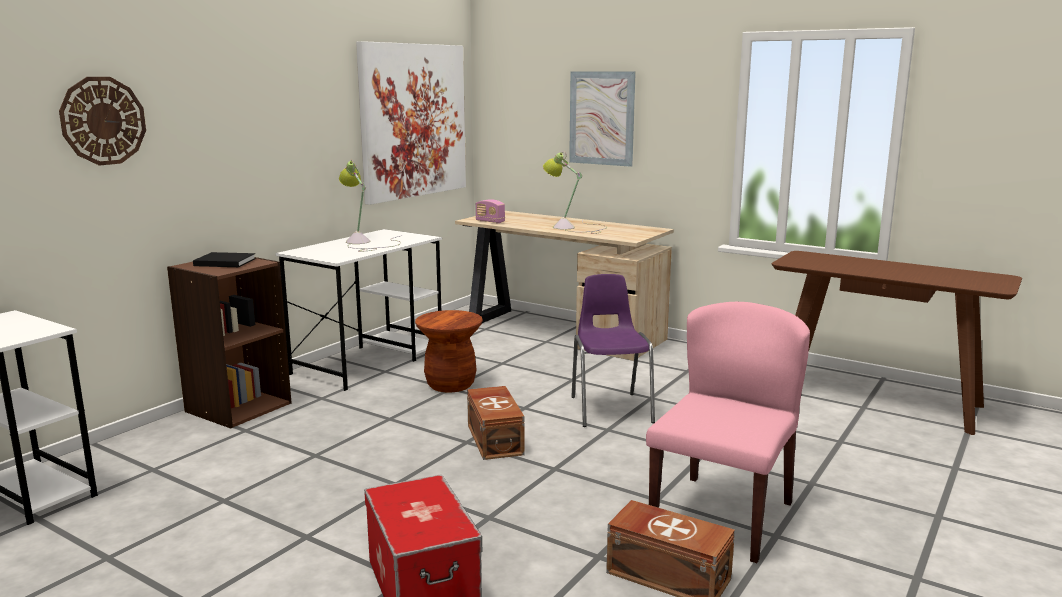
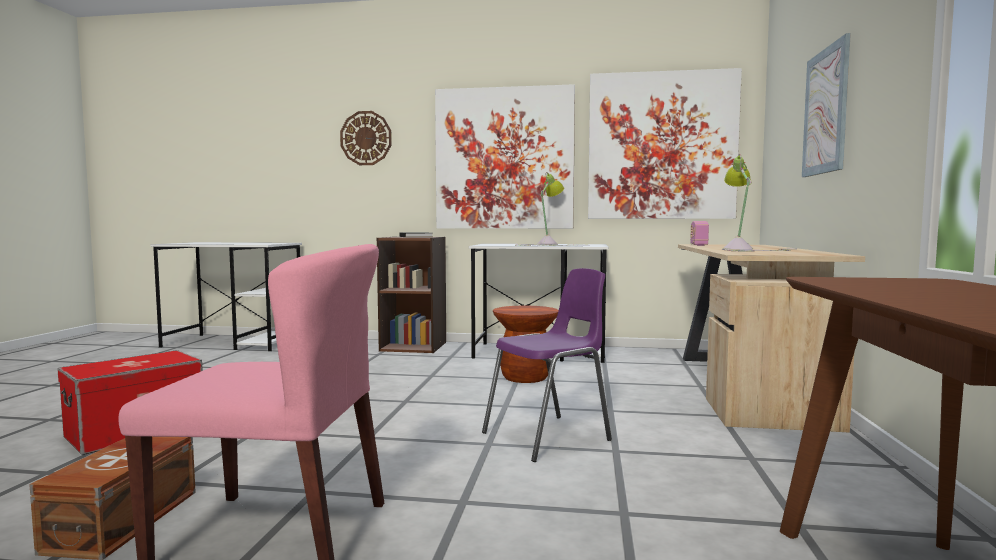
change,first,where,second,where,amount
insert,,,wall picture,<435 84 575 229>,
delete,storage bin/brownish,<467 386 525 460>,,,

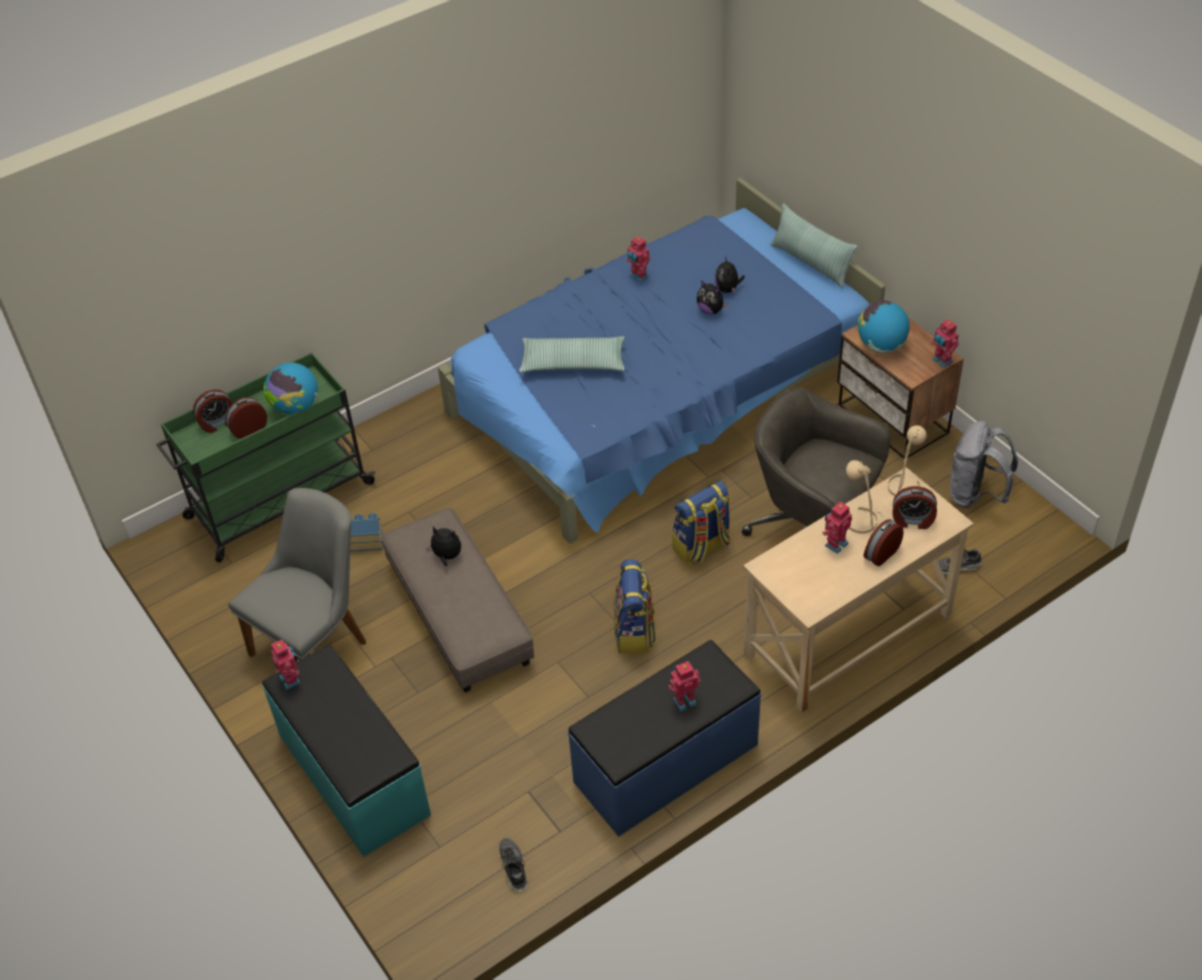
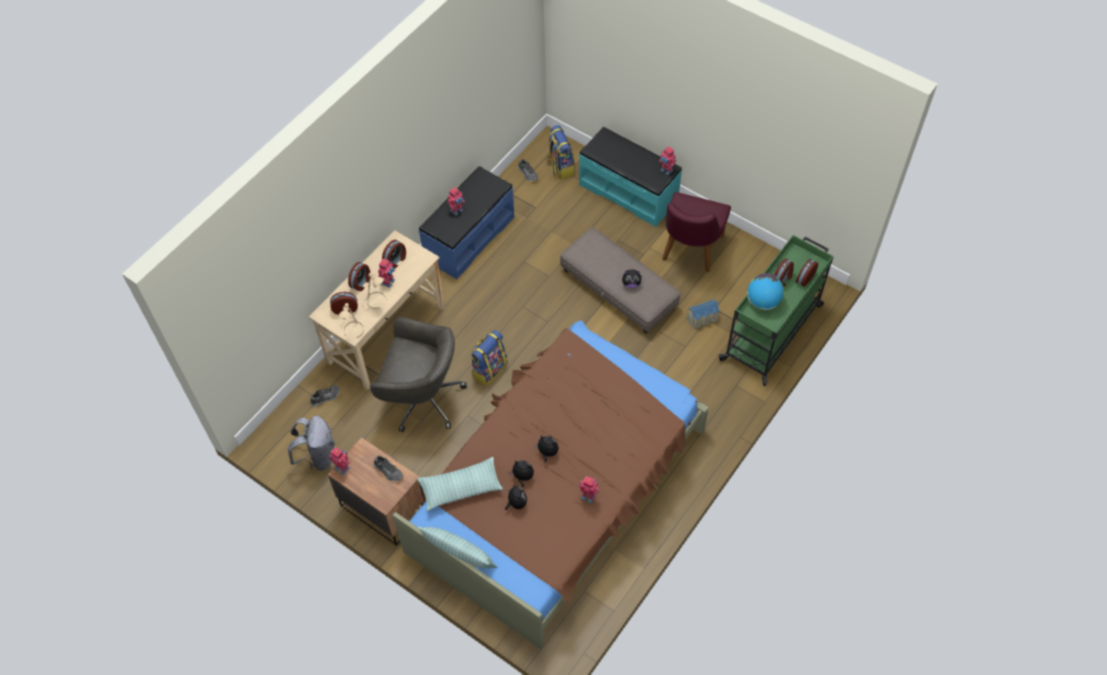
change,first,where,second,where,amount
replace,desk globe,<858 300 910 353>,low shoe,<374 455 403 481>,
insert,,,alarm clock,<382 240 406 269>,
recolor,bedroom bed/bluish,<438 178 885 544>,bedroom bed/brownish,<393 321 709 649>,
move,pillow,<519 336 625 372>,,<417 457 503 511>,
insert,,,plush toy,<534 435 559 462>,
move,rucksack,<613 559 656 654>,,<547 125 575 180>,
recolor,chair/gray,<228 488 366 660>,chair/purple-coloured,<662 192 731 272>,

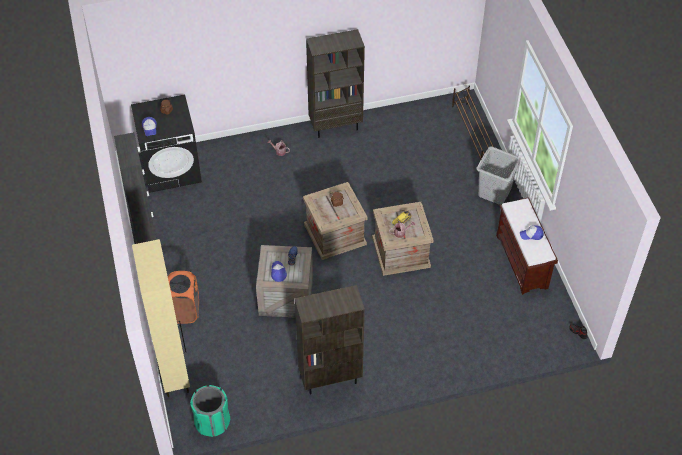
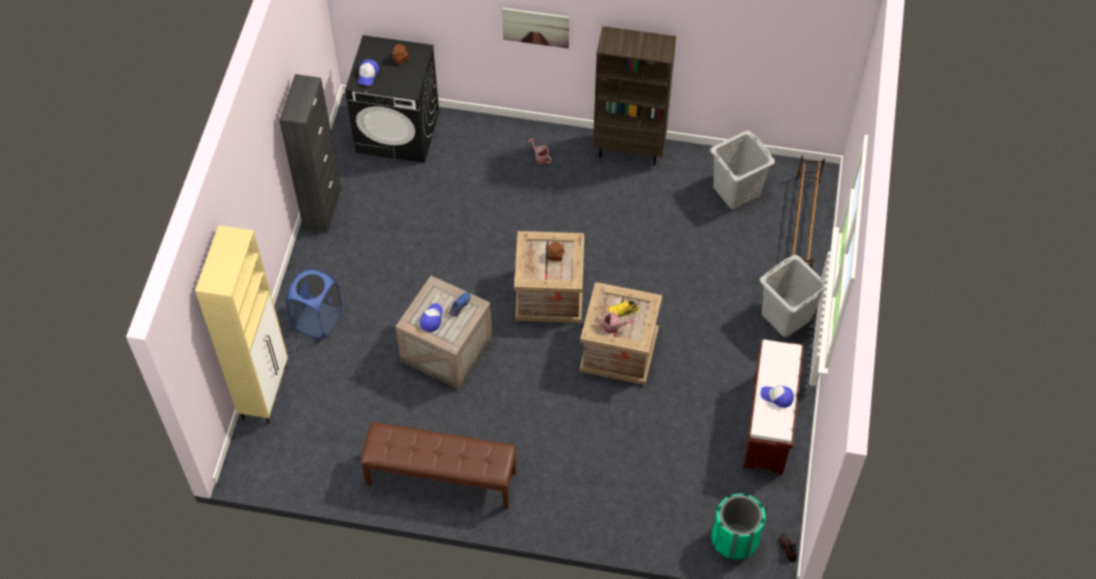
change,first,where,second,where,amount
recolor,hamper/orange,<168 271 199 324>,hamper/bluish,<286 268 342 339>,
replace,bookshelf/brownish,<295 285 365 394>,long seat/brownish,<360 422 517 509>,
insert,,,wall picture,<502 8 569 49>,
insert,,,hamper/gray,<710 131 775 209>,
move,waste bin/green,<190 385 230 437>,,<712 494 766 560>,

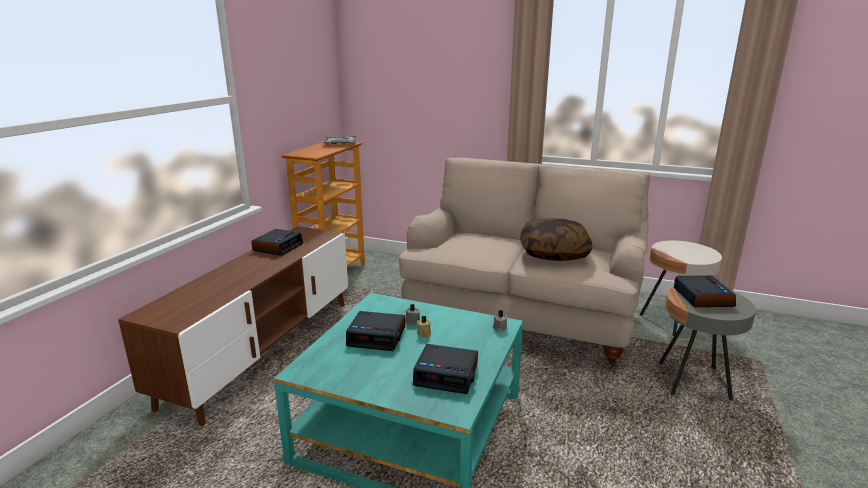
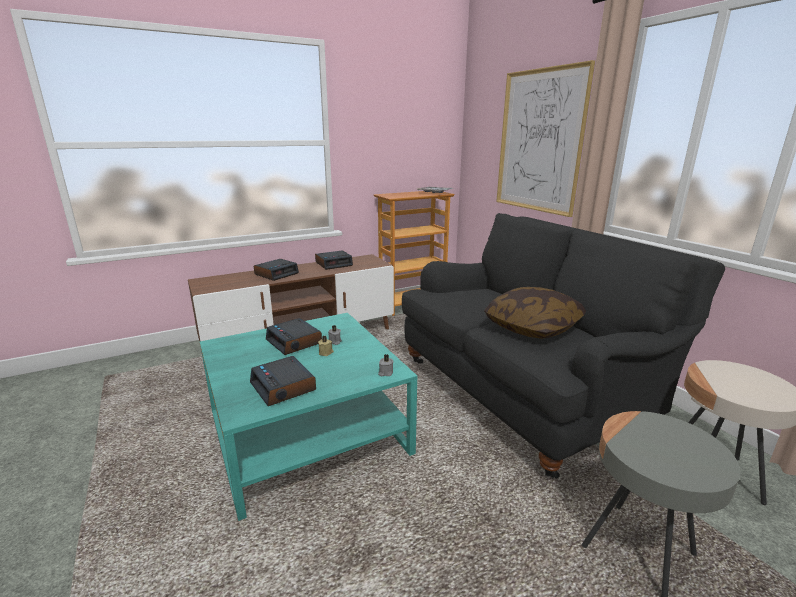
change,first,where,second,where,amount
move,alarm clock,<674 275 736 307>,,<254 259 299 281>,
recolor,sofa/sand-coloured,<399 158 650 366>,sofa/black-coloured,<402 213 725 479>,
insert,,,wall picture,<496 60 595 217>,

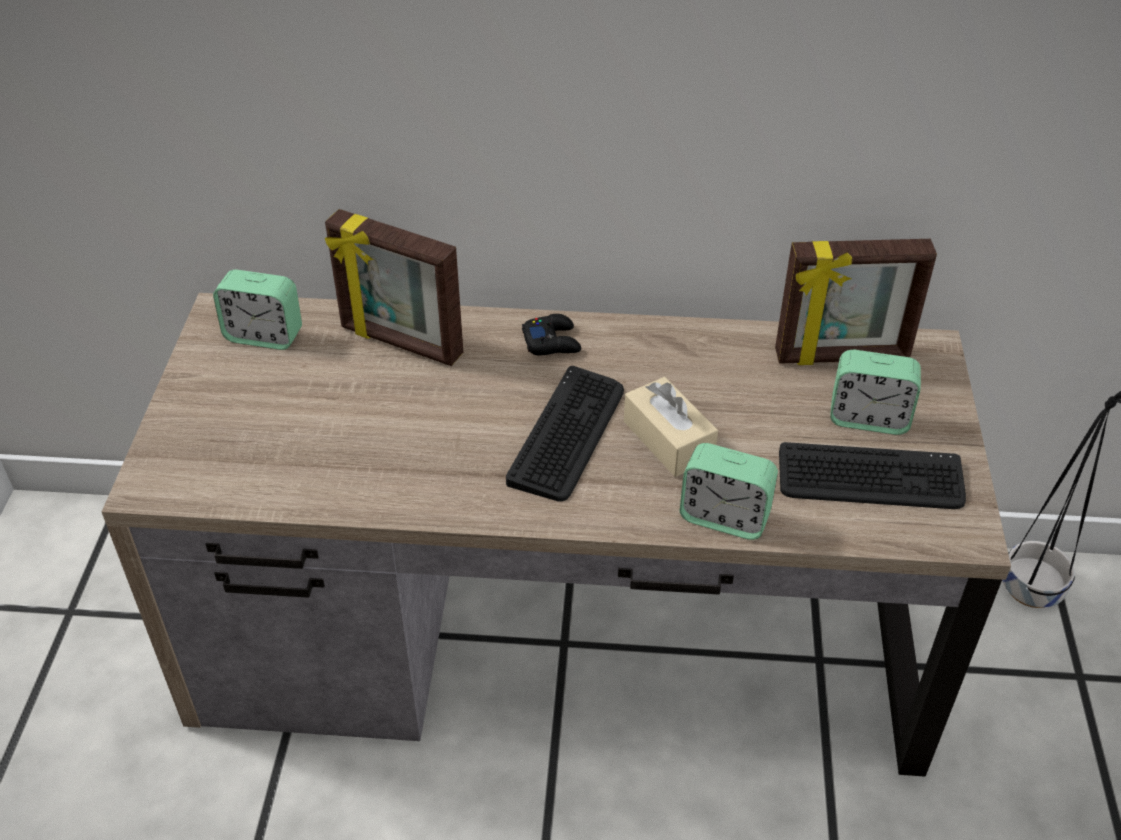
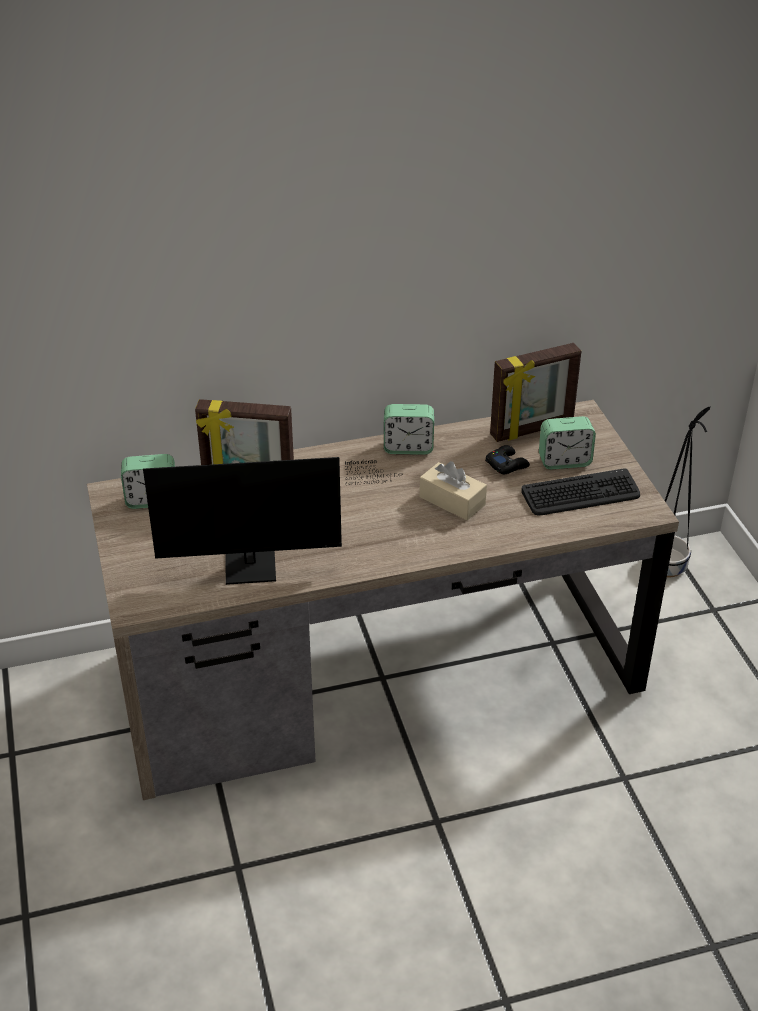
change,first,where,second,where,amount
insert,,,computer display,<143 457 403 585>,
move,alarm clock,<680 443 778 540>,,<384 404 434 455>,
move,joypad/black-coloured,<522 314 581 355>,,<485 445 530 474>,
delete,PC keyboard,<506 366 624 501>,,,

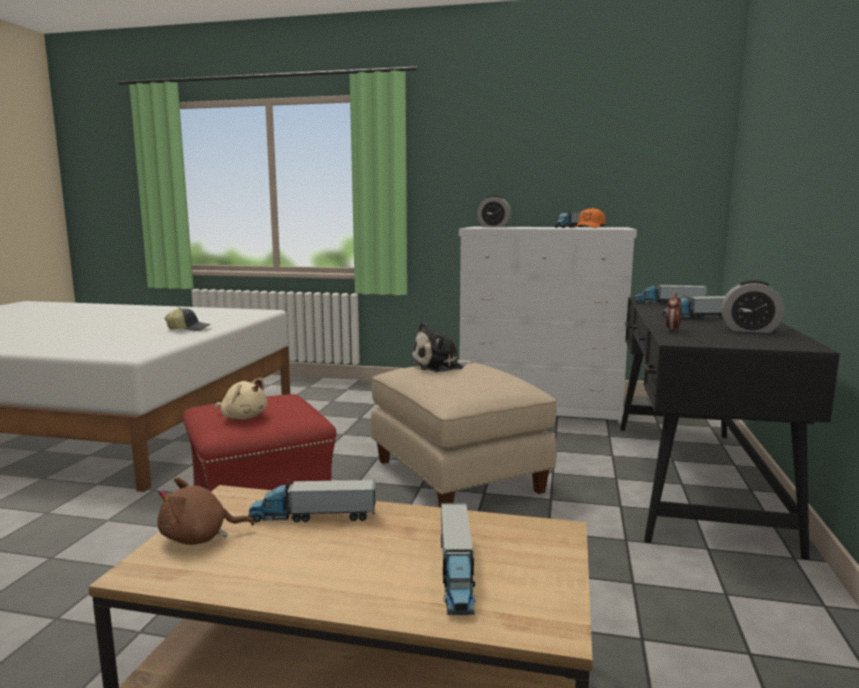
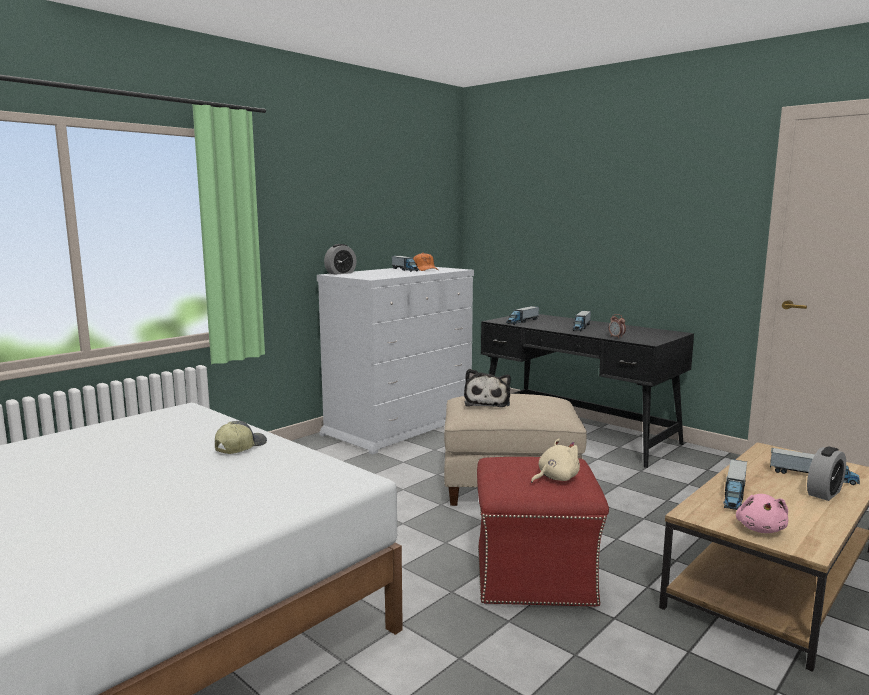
change,first,where,second,where,amount
recolor,plush toy/brownish,<157 478 254 545>,plush toy/pink-coloured,<736 494 788 533>,
move,alarm clock,<721 280 784 333>,,<807 446 846 501>,

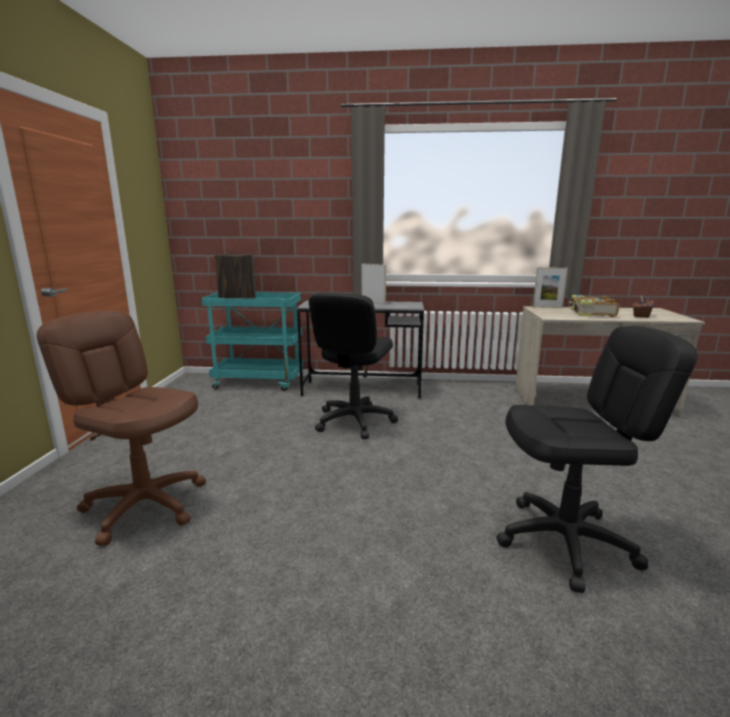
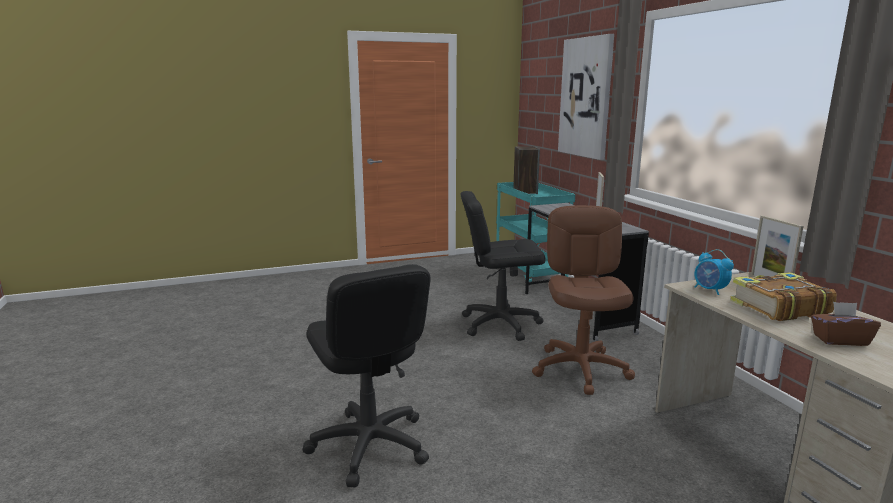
change,first,where,second,where,amount
move,desk chair/brownish,<37 310 206 546>,,<532 205 635 395>,
insert,,,wall picture,<558 34 614 160>,
insert,,,alarm clock,<695 249 734 295>,

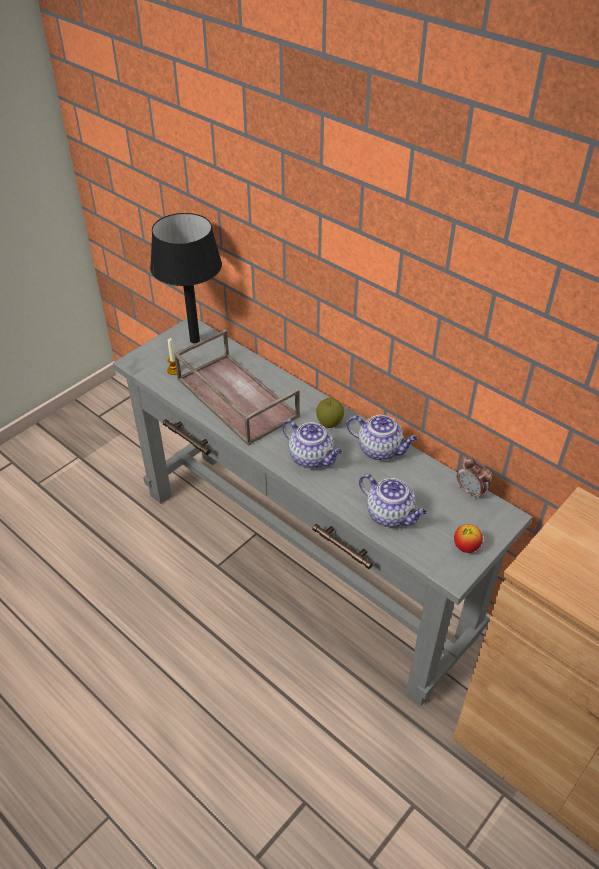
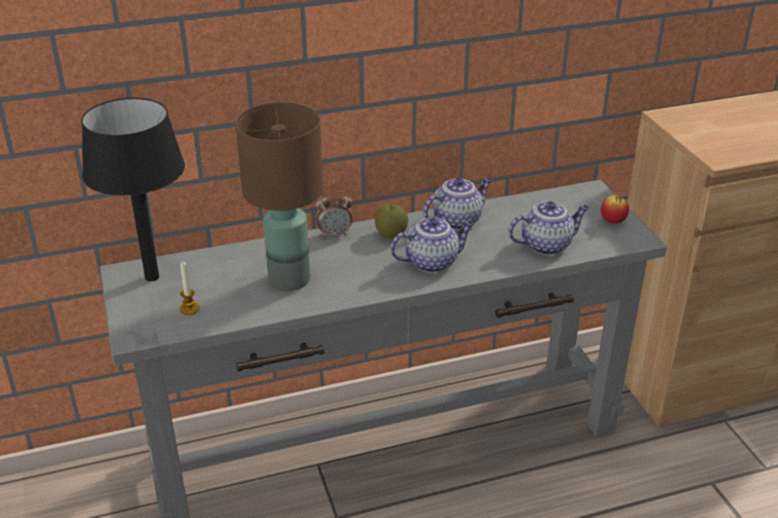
change,first,where,second,where,amount
replace,tray/brownish,<174 330 300 446>,tabletop lamp/brownish,<235 102 323 291>,
move,alarm clock,<457 457 492 500>,,<315 191 352 239>,

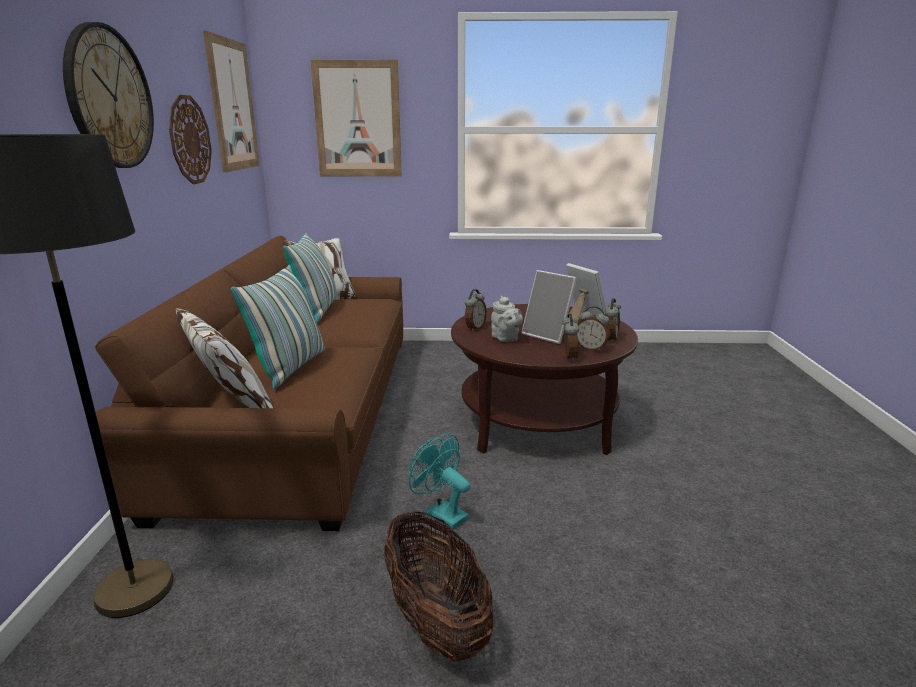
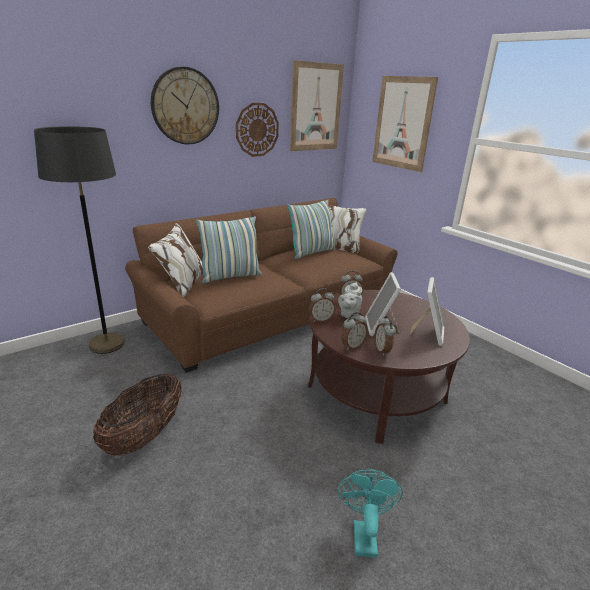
change,first,where,second,where,amount
move,alarm clock,<605 298 621 343>,,<309 288 336 322>,
move,electric fan/turquoise-coloured,<409 434 470 529>,,<337 469 403 558>,

